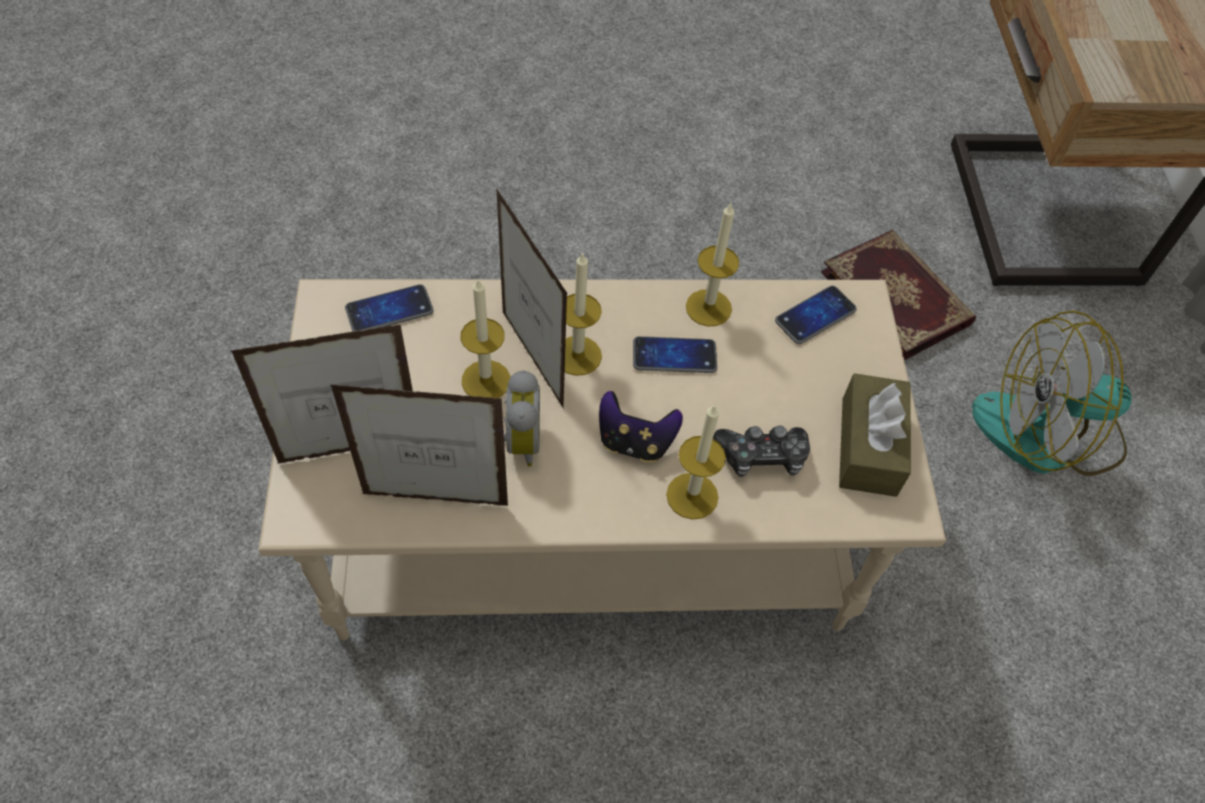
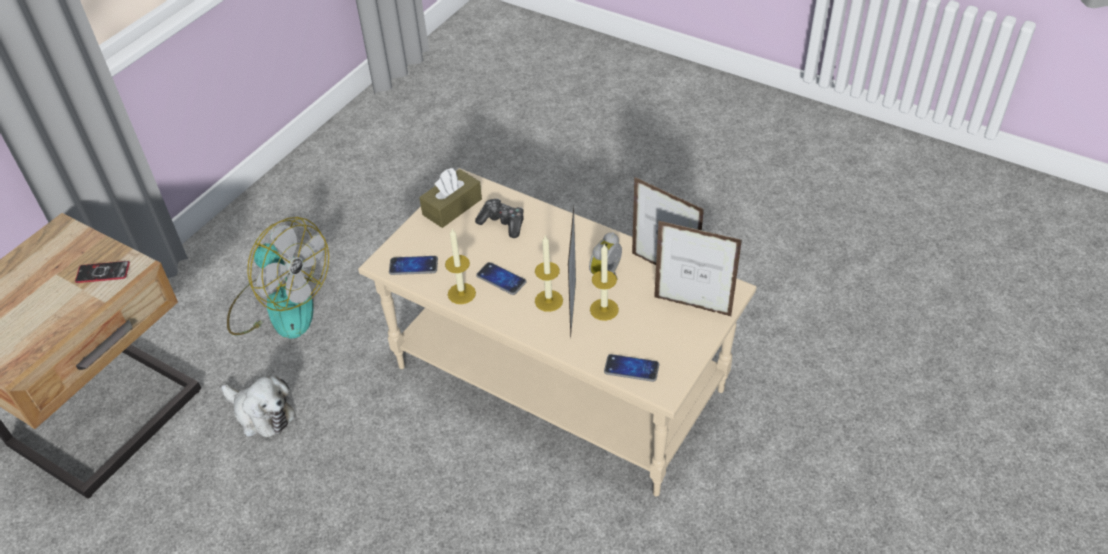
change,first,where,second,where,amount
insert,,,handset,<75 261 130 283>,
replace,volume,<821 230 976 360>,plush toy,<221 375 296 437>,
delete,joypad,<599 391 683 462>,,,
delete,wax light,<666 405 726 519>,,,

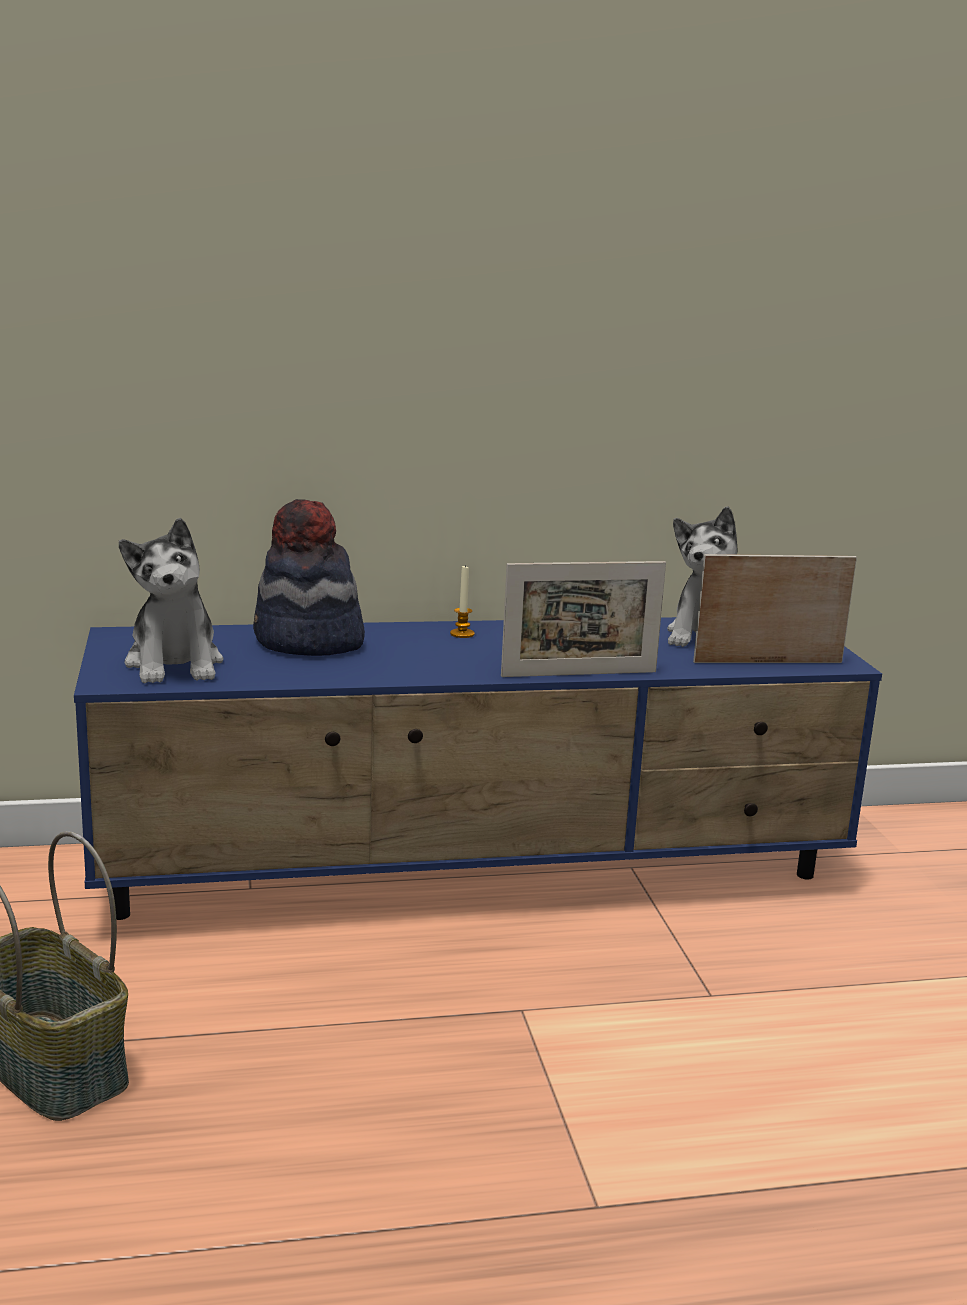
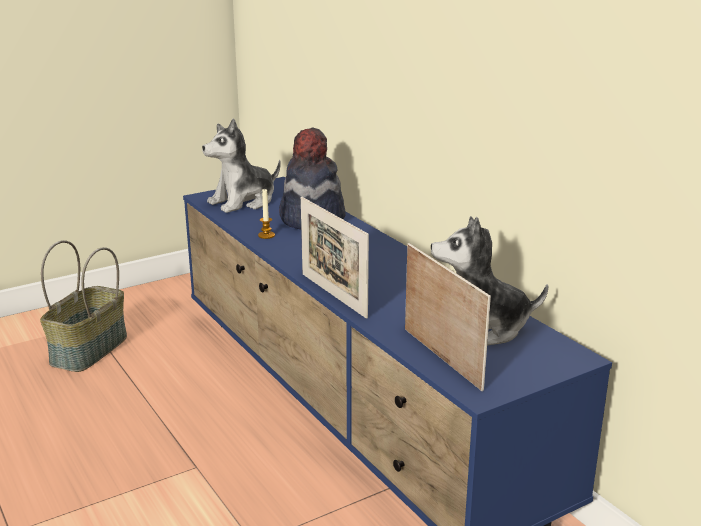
change,first,where,second,where,amount
move,wax light,<450 564 475 638>,,<258 189 275 239>,

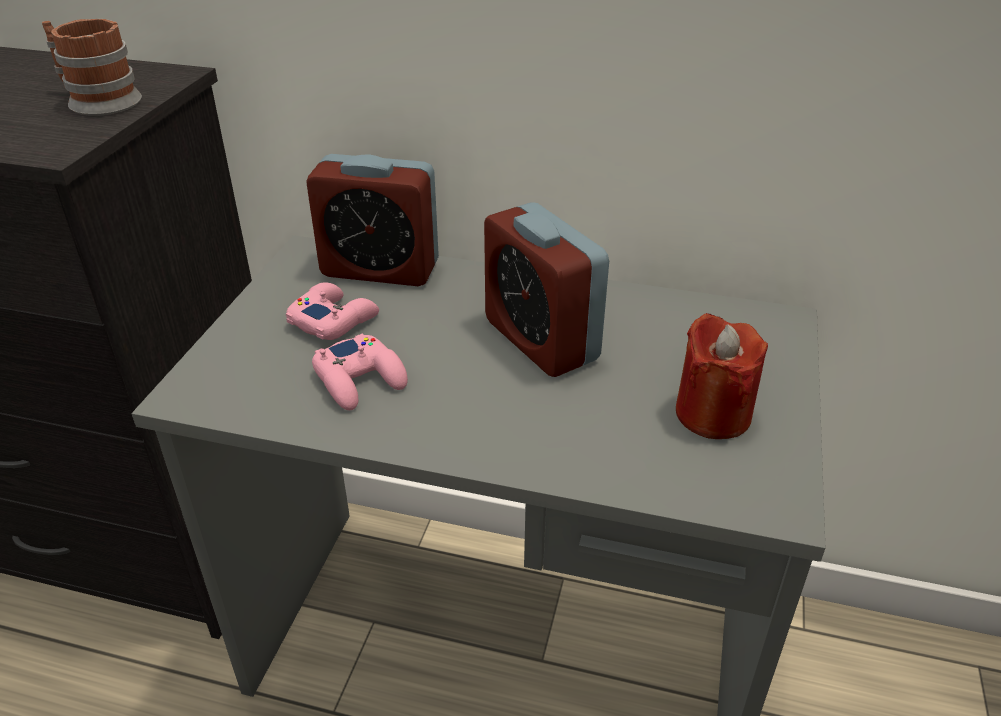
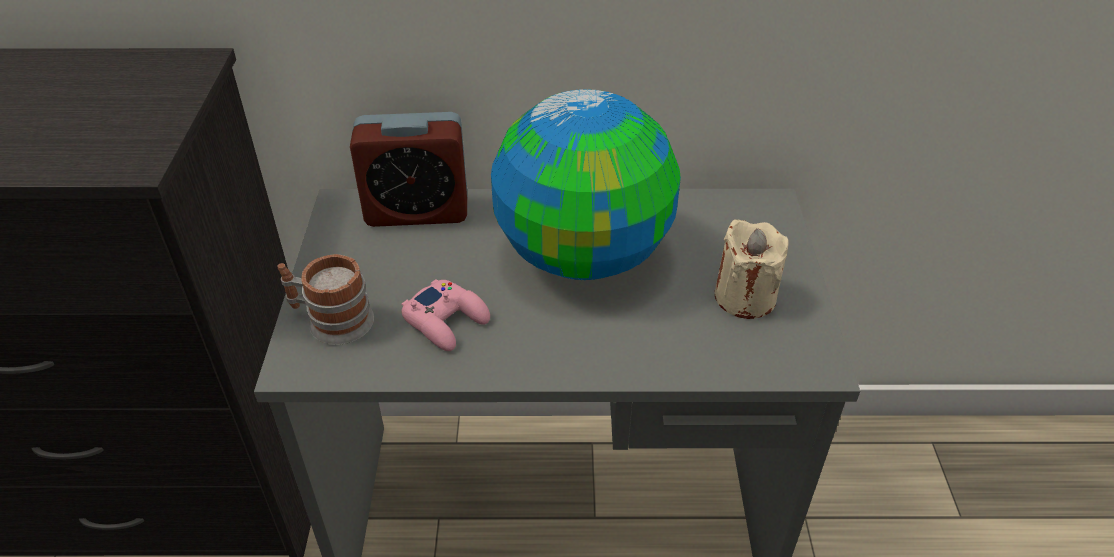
change,first,where,second,where,amount
move,mug,<42 19 142 116>,,<278 254 374 345>,
replace,alarm clock,<484 203 609 377>,desk globe,<491 89 681 280>,
recolor,wax light/reddish,<676 313 768 439>,wax light/sand-coloured,<714 219 789 319>,
delete,joypad/pink-coloured,<286 282 379 340>,,,

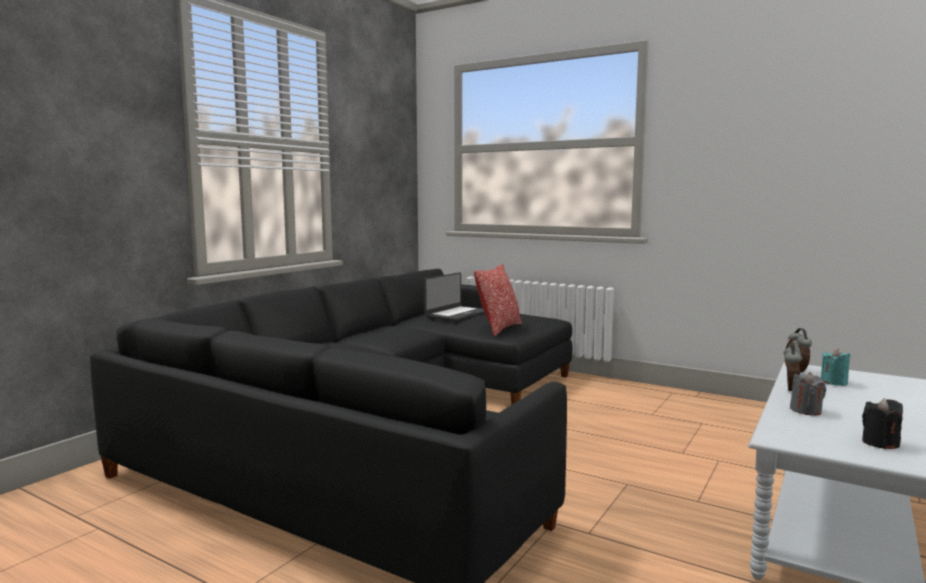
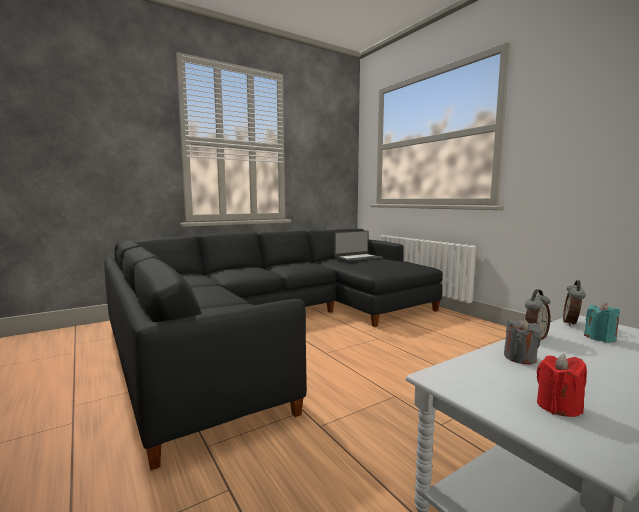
change,first,where,second,where,amount
recolor,wax light/black-coloured,<862 398 903 449>,wax light/reddish,<537 354 587 417>,
delete,pillow,<474 264 522 337>,,,

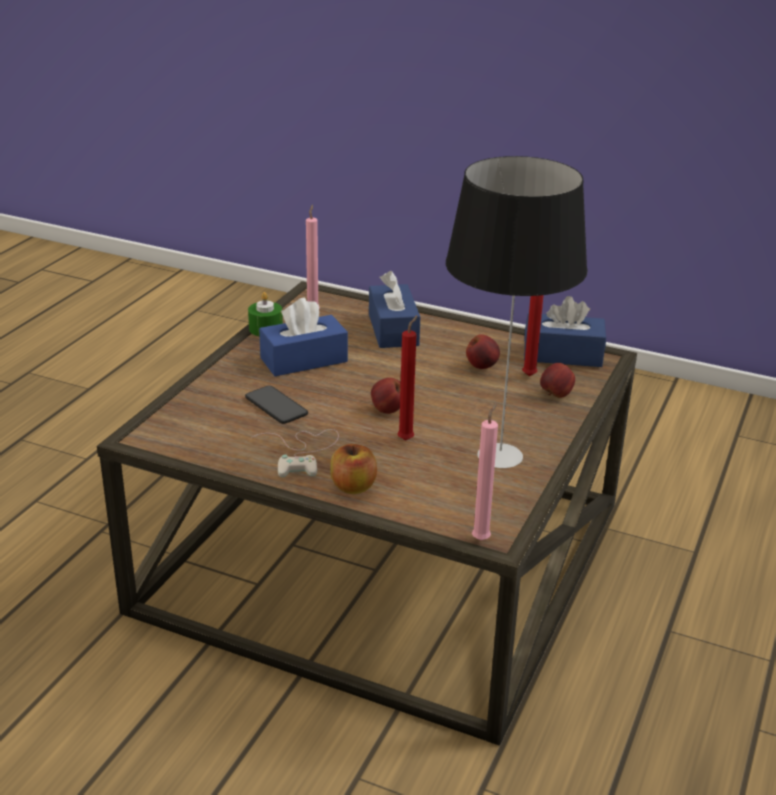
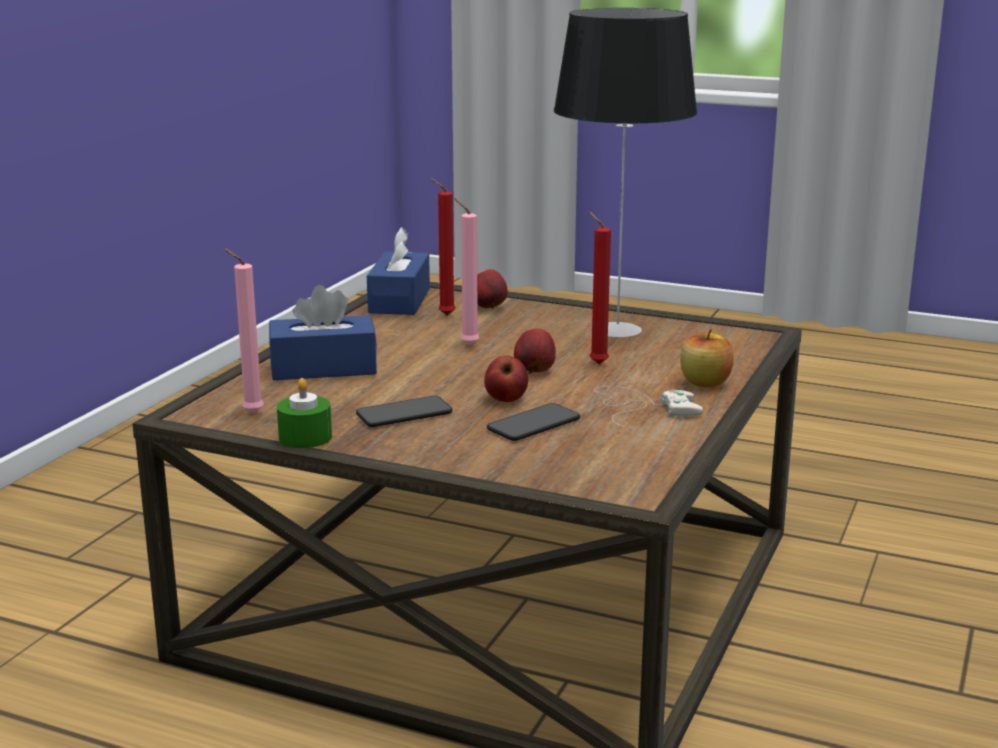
change,first,where,second,where,amount
replace,tissue box/bluish,<259 298 348 376>,handset,<356 396 452 427>,
move,wax light/pink-coloured,<472 402 498 540>,,<454 198 479 345>,
move,apple,<466 334 500 369>,,<484 356 528 402>,

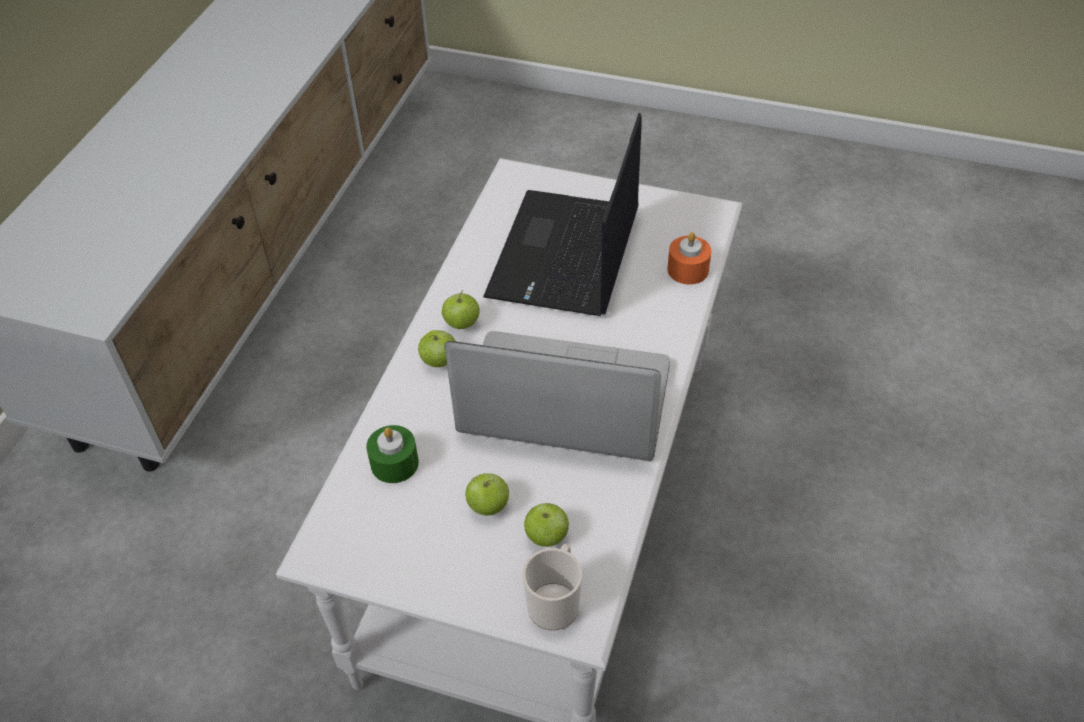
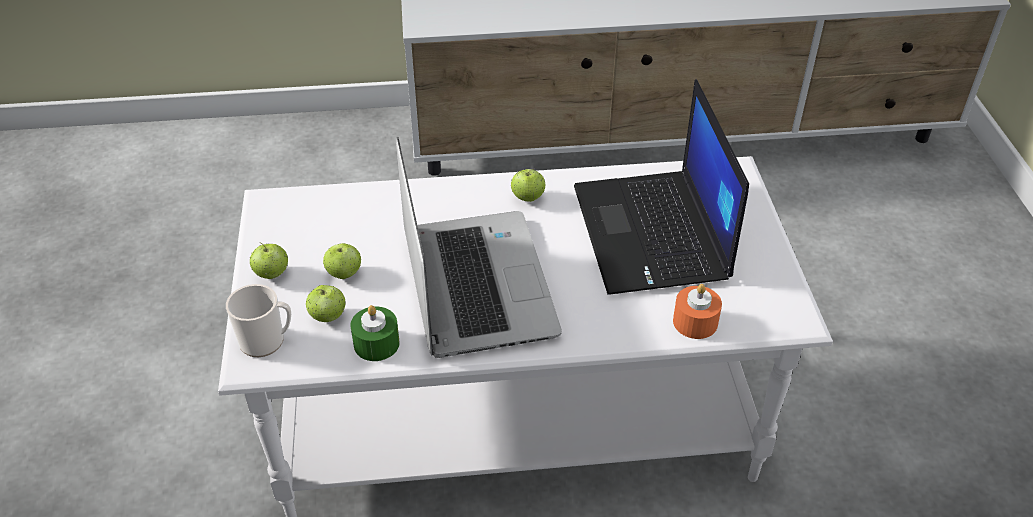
change,first,where,second,where,amount
move,apple,<418 330 455 367>,,<250 242 288 279>,
move,wax light/green,<366 425 419 483>,,<350 305 400 361>,
rotate,notebook computer,<483 113 642 316>,,<574 79 749 295>,90 degrees counterclockwise

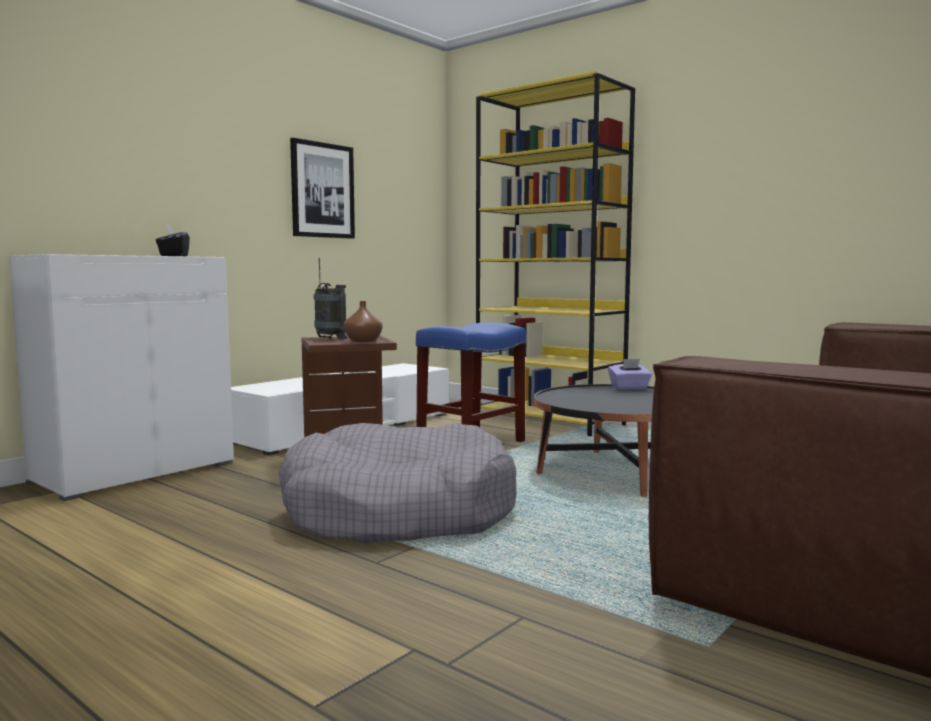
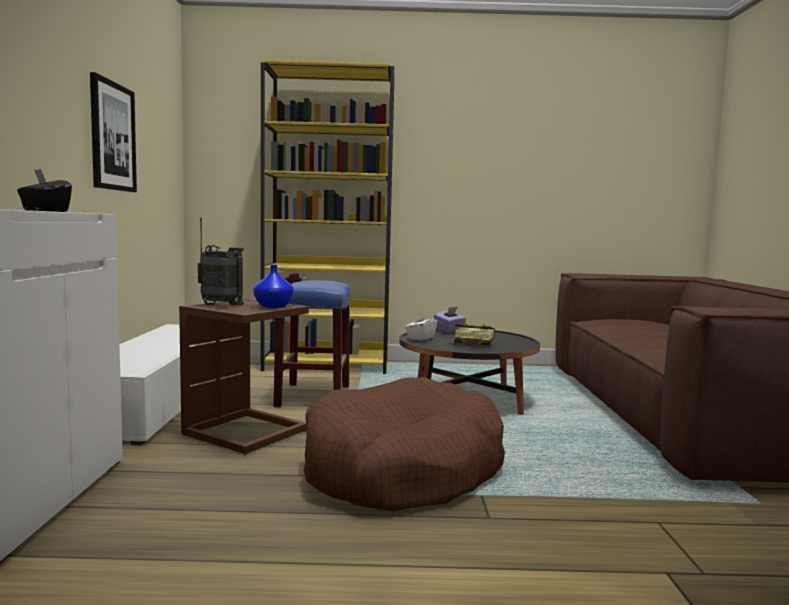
change,first,where,second,where,amount
recolor,vase/brownish,<344 301 383 342>,vase/bluish,<253 265 294 308>,
recolor,pet bed/gray,<278 423 517 543>,pet bed/brownish,<304 377 505 511>,
insert,,,tissue box/white-coloured,<405 312 437 341>,
insert,,,volume,<447 323 495 346>,

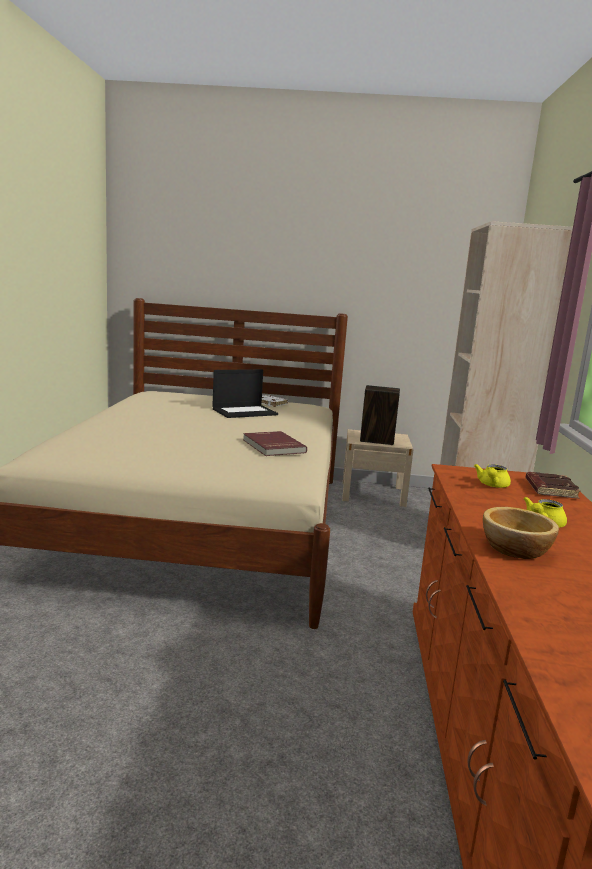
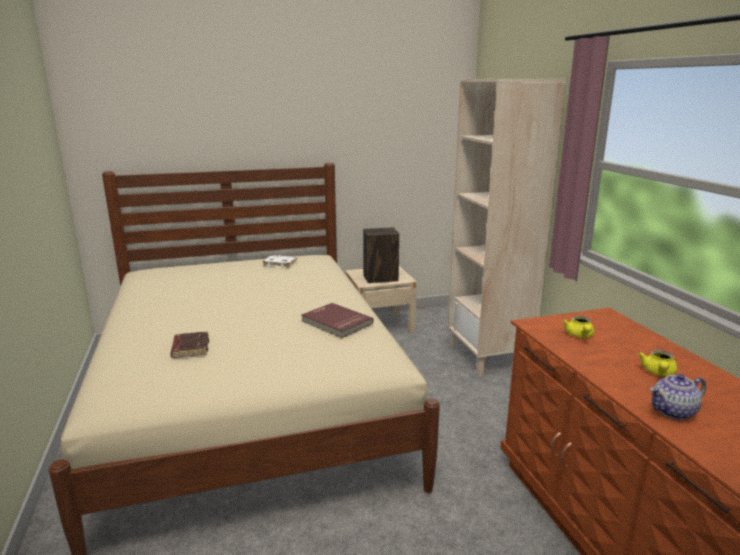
change,first,where,second,where,amount
move,volume/brownish,<525 472 581 499>,,<170 331 209 358>,
replace,deep dish,<483 507 559 559>,teapot,<650 374 706 420>,
delete,notebook computer,<212 369 278 418>,,,

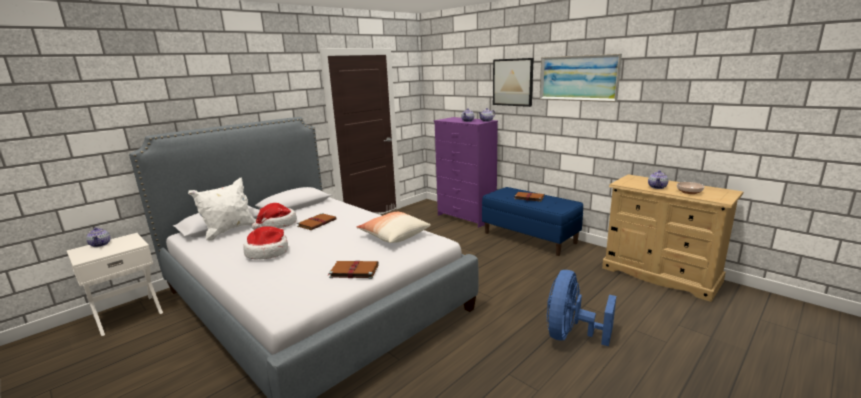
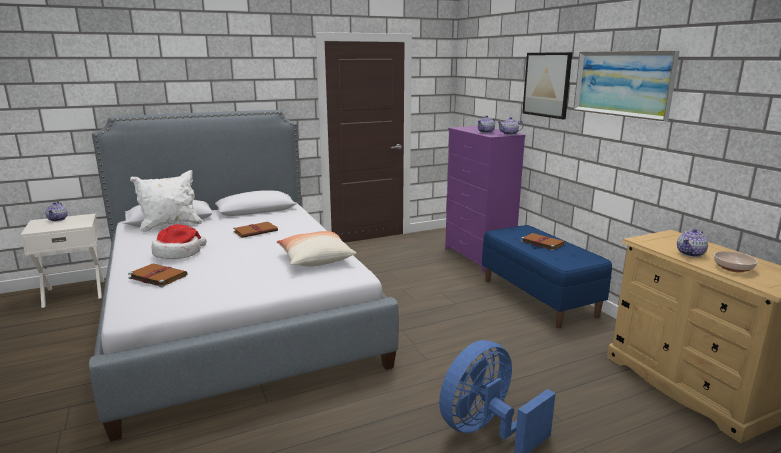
change,first,where,second,where,amount
move,volume/brownish,<328 261 379 279>,,<128 264 187 287>,
delete,wearable hat,<252 203 297 230>,,,

